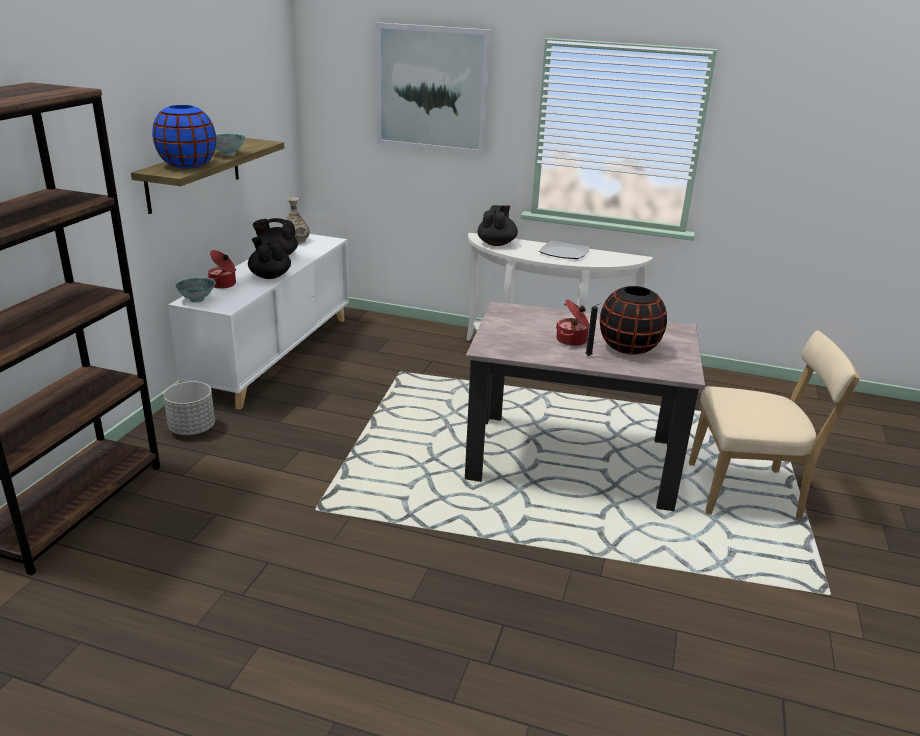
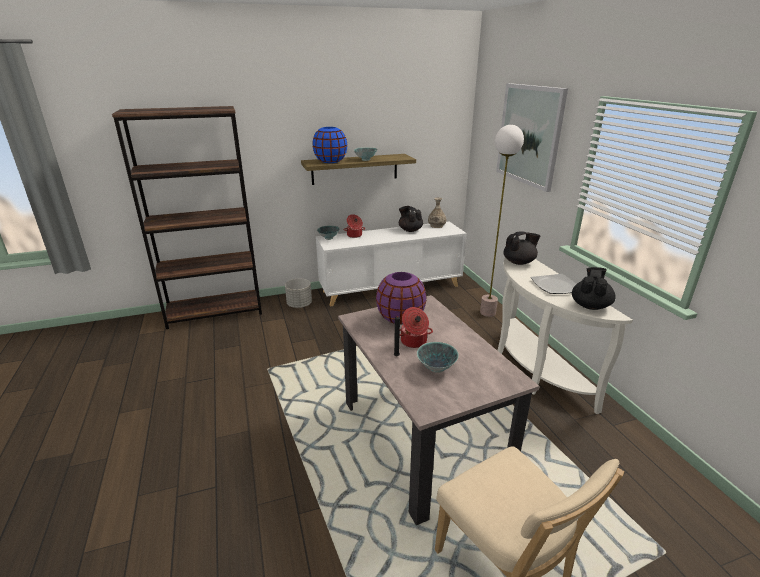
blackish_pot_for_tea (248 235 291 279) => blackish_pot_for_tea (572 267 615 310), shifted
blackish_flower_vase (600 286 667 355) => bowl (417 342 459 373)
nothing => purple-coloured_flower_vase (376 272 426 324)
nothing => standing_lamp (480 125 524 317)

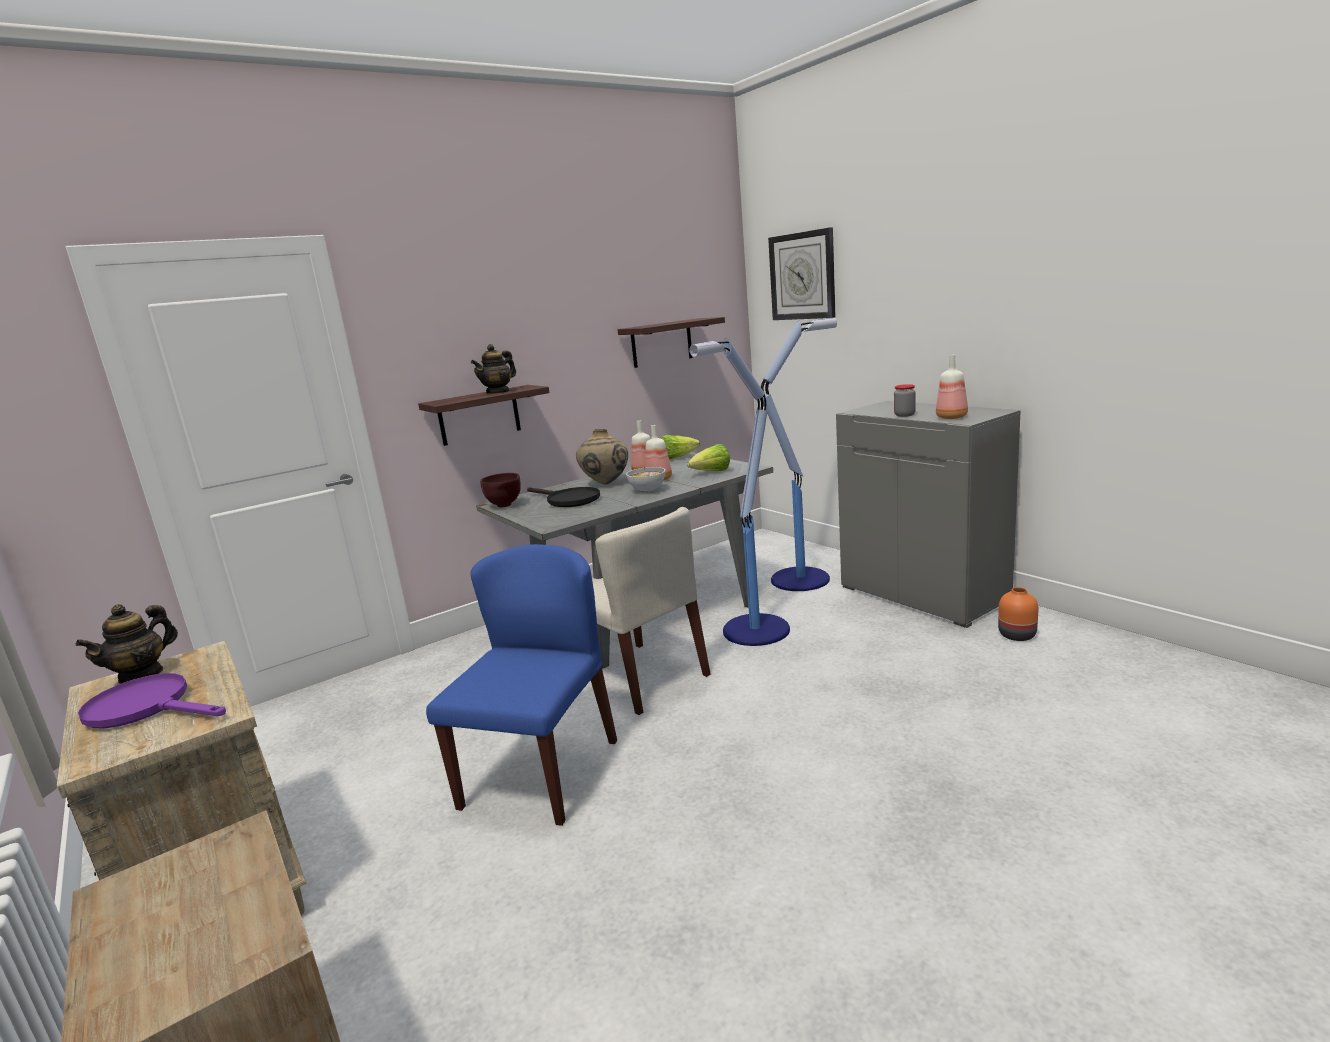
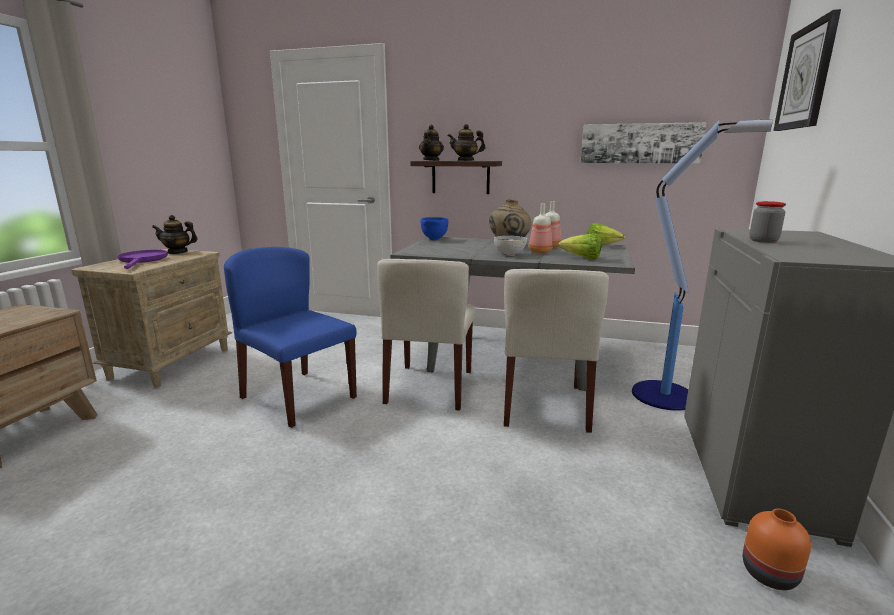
blue-coloured_chair (426 544 617 826) => blue-coloured_chair (224 247 357 428), 120 degrees counterclockwise
brownish_bowl (480 473 521 507) => blue-coloured_bowl (421 217 448 240)
blackish_skillet (527 487 600 507) => nothing
wall_shelf (618 317 725 368) => wall_picture (581 122 707 164)
standing_lamp (689 337 790 646) => sand-coloured_chair (504 269 609 433)
bottle (936 355 968 419) => nothing
nothing => pot_for_tea (419 125 444 161)

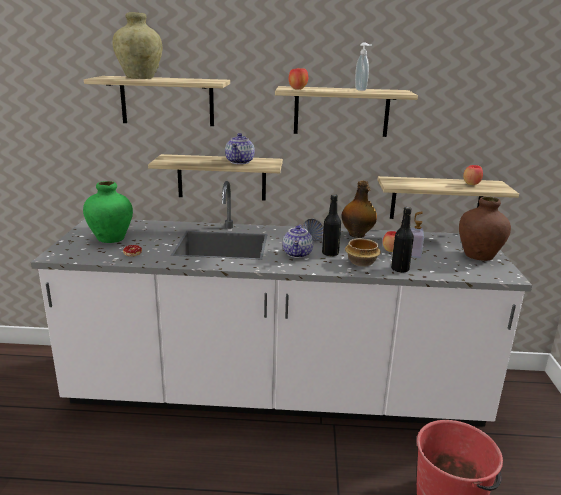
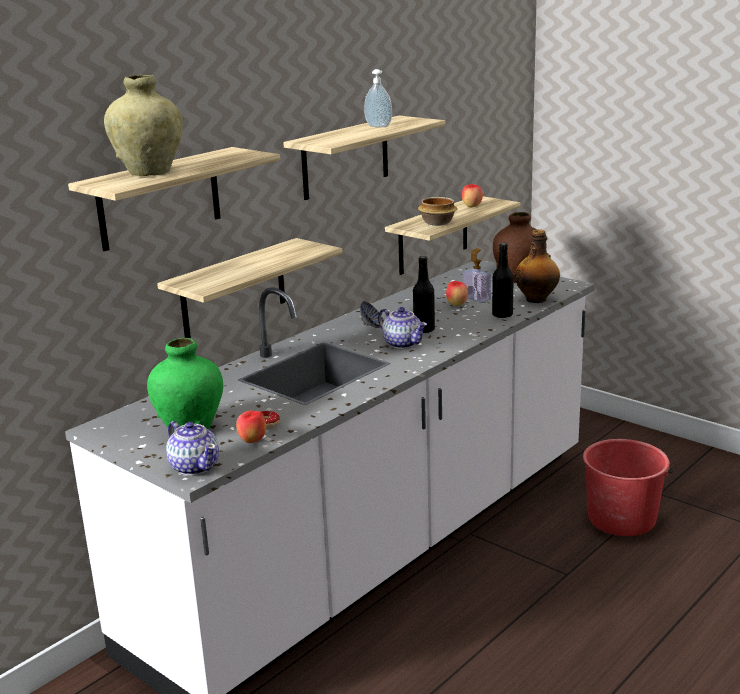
pot_for_tea (225 133 255 164) => pot_for_tea (166 421 219 476), shifted
apple_fruit (289 68 308 90) => apple_fruit (236 410 266 443), shifted
bottle (341 181 377 238) => bottle (515 229 560 303), shifted
bowl (345 238 381 267) => bowl (418 197 457 226), shifted

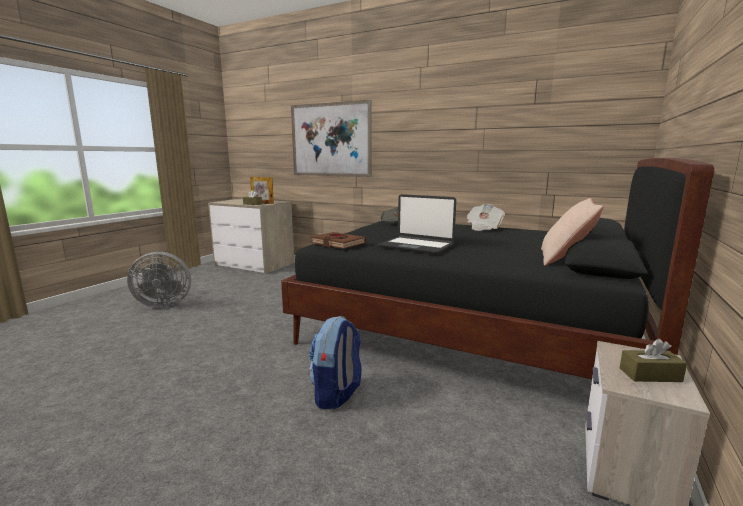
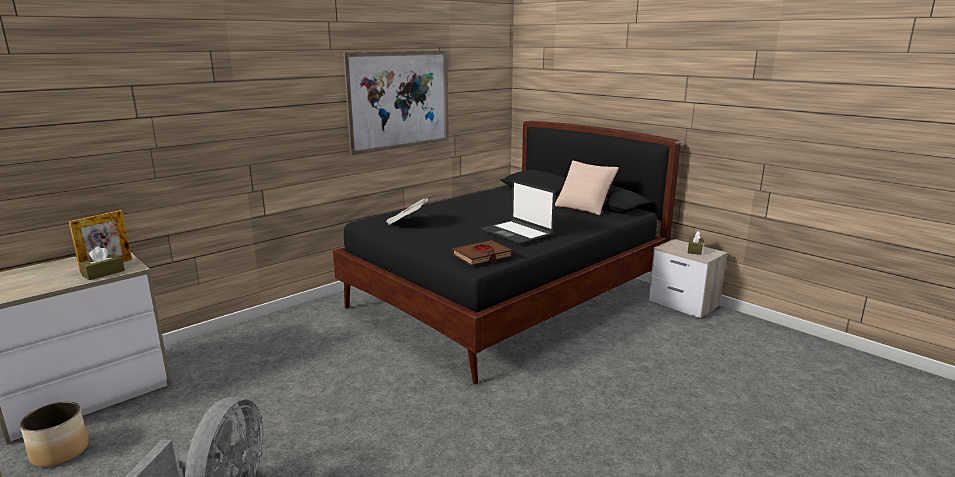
wall_picture (291 100 372 177) => wall_picture (343 51 449 155), shifted
knapsack (309 316 361 409) => nothing
notebook_computer (378 194 456 255) => notebook_computer (481 180 555 245), 90 degrees clockwise
printed_paper (467 204 505 231) => nothing
nothing => planter (20 401 89 467)

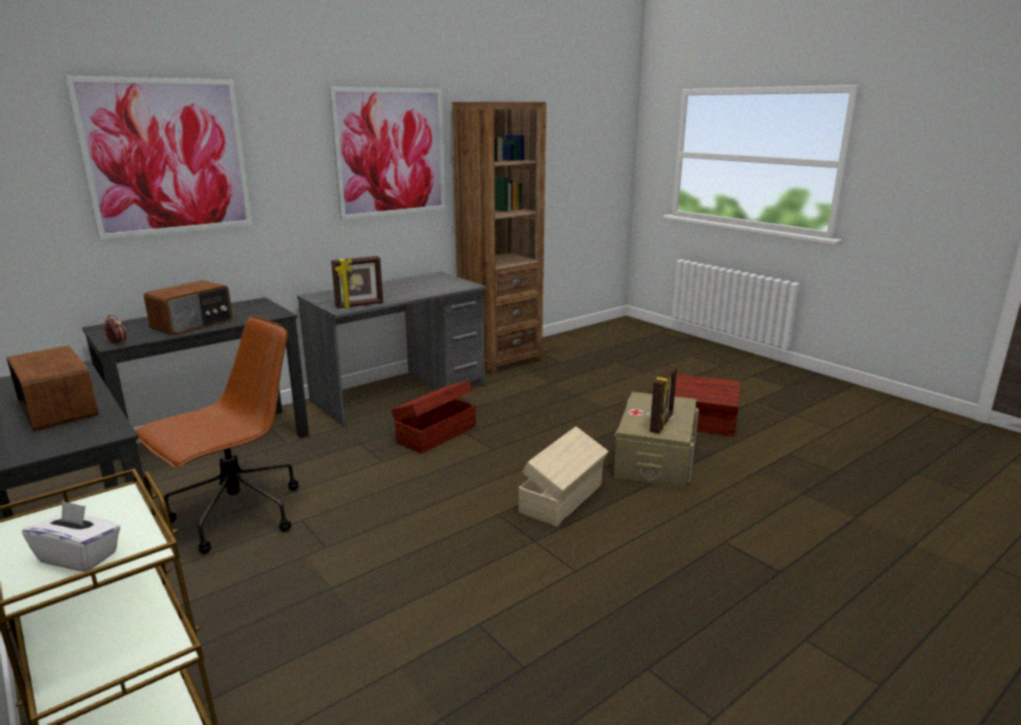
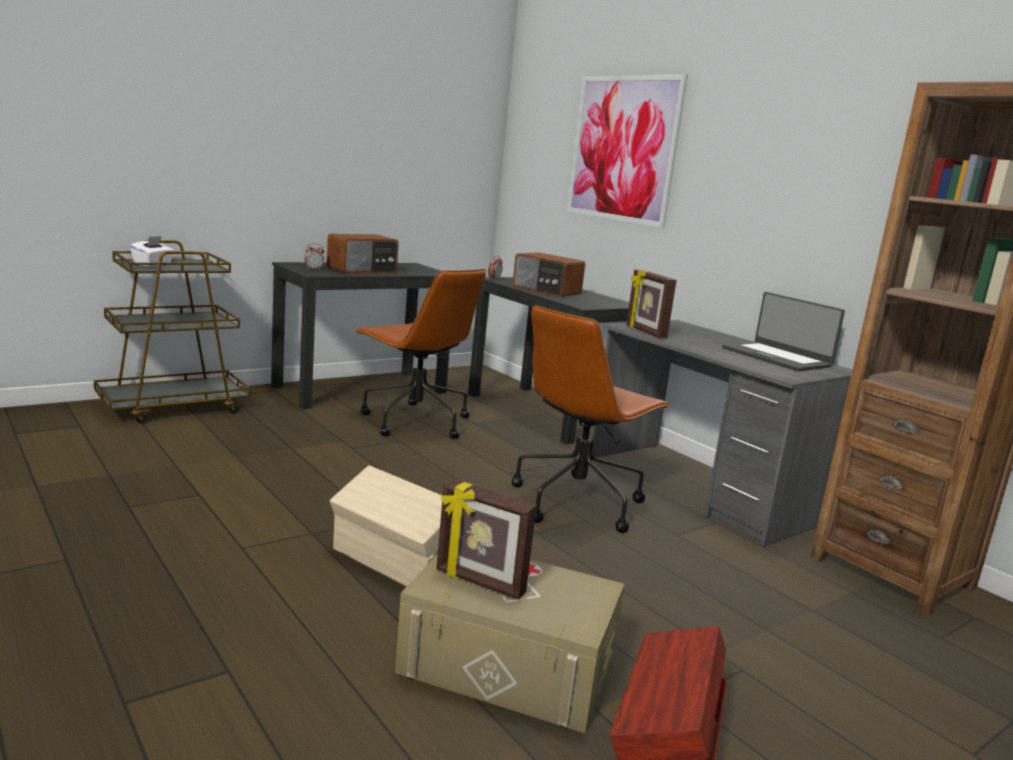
wall_picture (329 87 446 220) => nothing
brownish_storage_bin (391 380 476 454) => brownish_desk_chair (512 305 671 533)
nothing => table_clock (305 243 324 270)
nothing => notebook_computer (722 292 845 371)

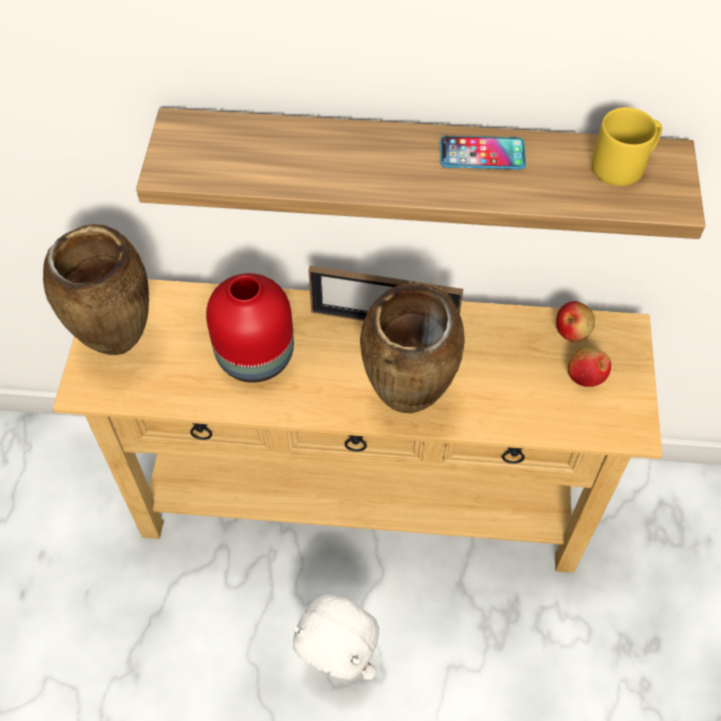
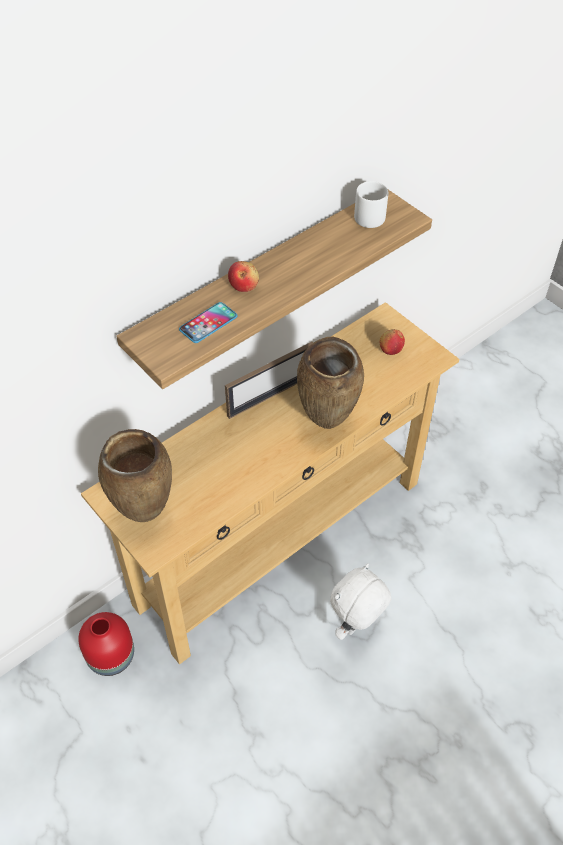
reddish_flower_vase (206 273 294 383) => reddish_flower_vase (78 612 134 676), shifted
white_cuddly_toy (293 594 379 680) => white_cuddly_toy (330 563 391 640), 150 degrees clockwise
handset (440 136 526 169) => handset (179 302 238 343), shifted
apple_fruit (556 301 595 342) => apple_fruit (228 261 259 292), shifted
yellowish_tea_mug (591 107 662 186) => white_tea_mug (354 181 388 228)

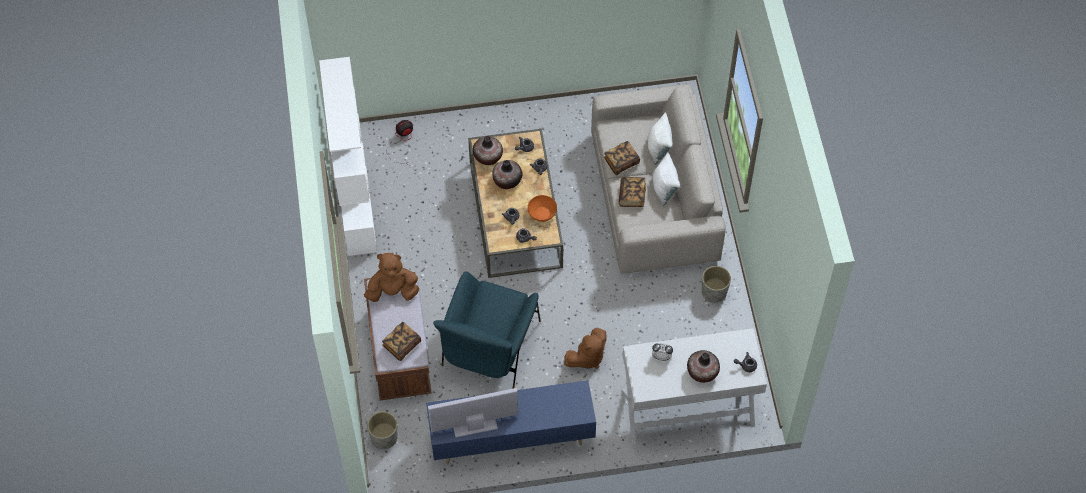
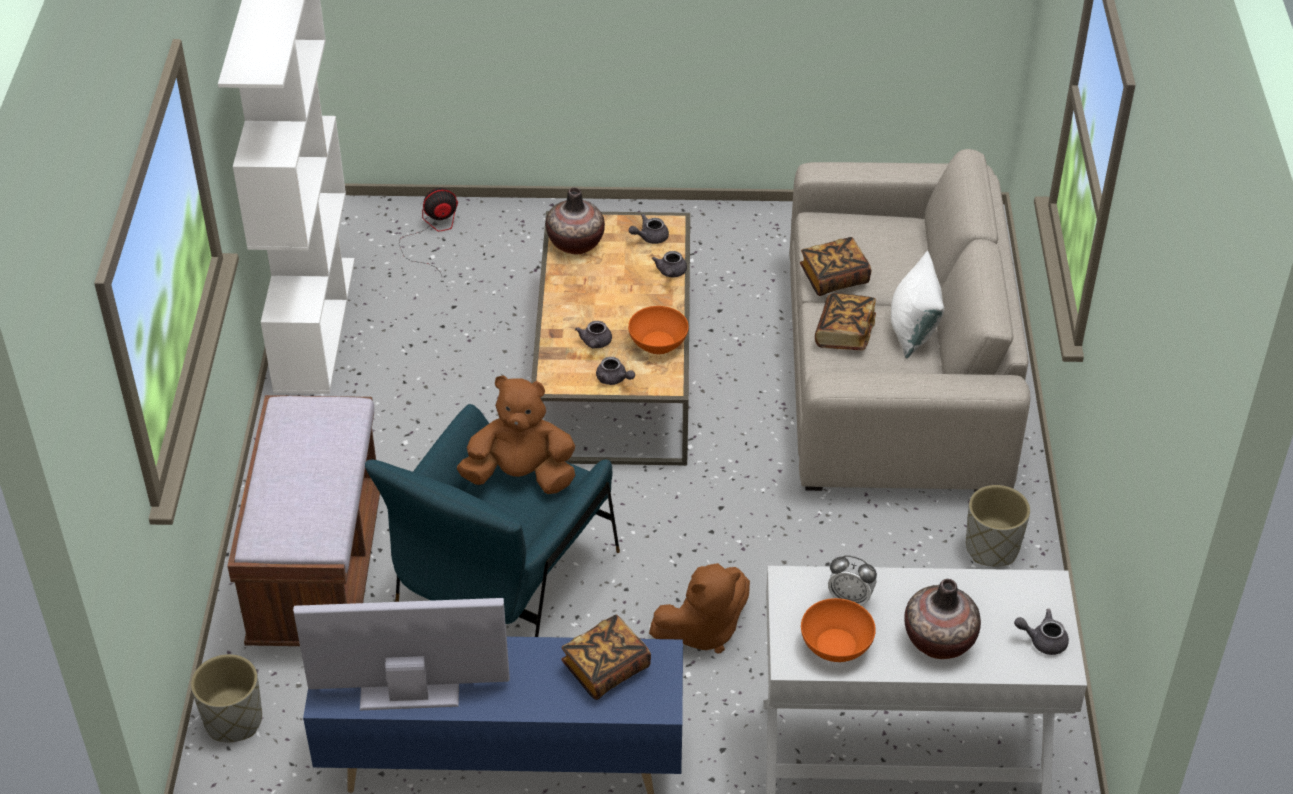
brownish_cuddly_toy (364 253 419 302) => brownish_cuddly_toy (457 375 575 494), shifted
volume (382 322 421 361) => volume (561 615 651 700), shifted
flower_vase (492 160 522 189) => nothing
white_throw_pillow (648 112 673 165) => nothing
nothing => orange_bowl (801 598 876 662)

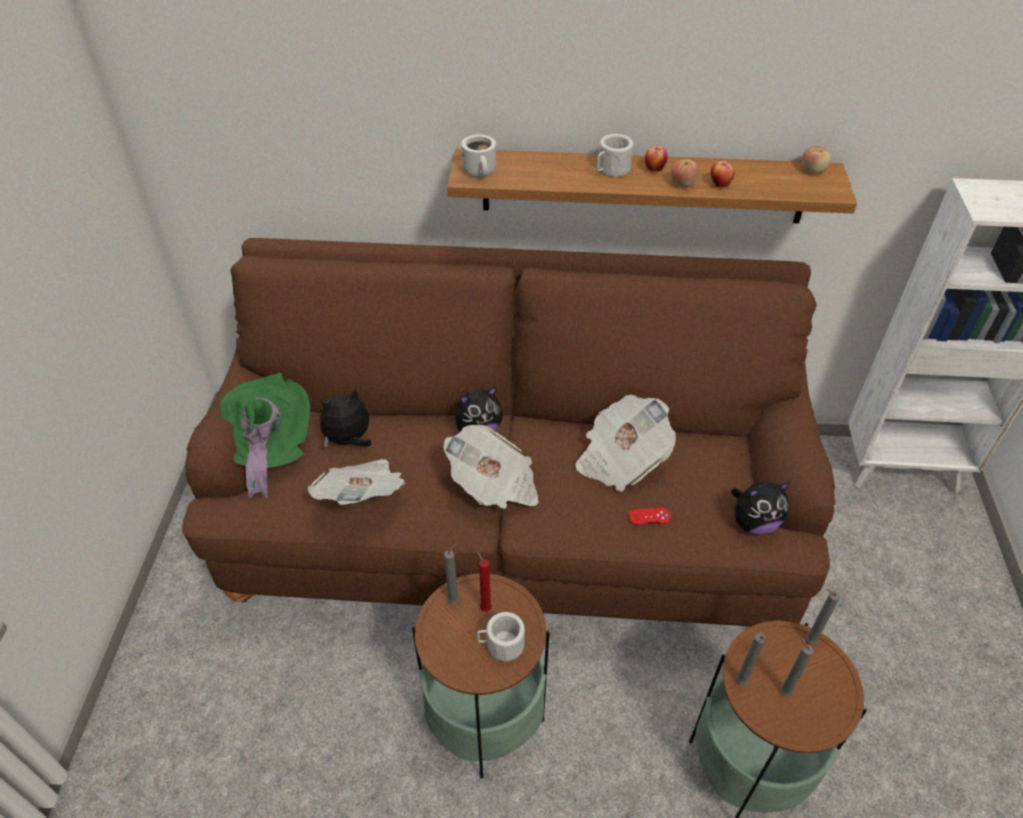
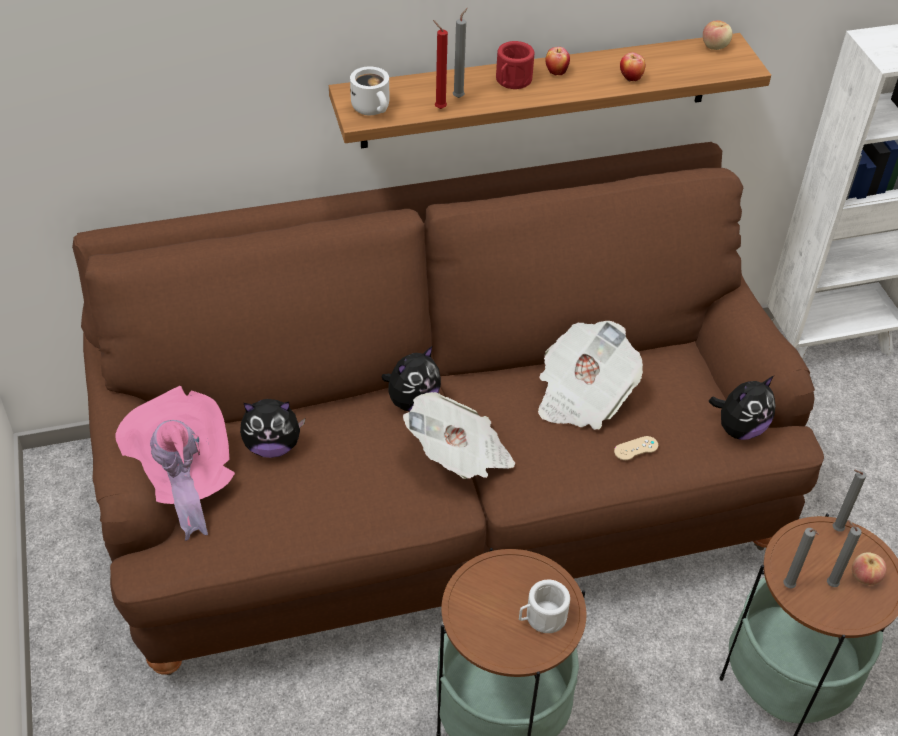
greenish_hat (220 373 310 499) => pinkish_hat (115 386 235 541)
printed_paper (308 459 406 505) => nothing
cuddly_toy (320 388 372 448) => cuddly_toy (240 399 305 458), 135 degrees counterclockwise
greyish_wax_light (444 543 459 603) => greyish_wax_light (453 8 468 98), shifted
reddish_wax_light (477 551 492 612) => reddish_wax_light (433 20 448 109), shifted
white_tea_mug (597 134 633 177) => reddish_tea_mug (496 41 535 89)
reddish_gamepad (629 508 671 525) => sand-coloured_gamepad (614 436 658 460)
apple_fruit (670 159 699 187) => apple_fruit (852 552 887 585), shifted

